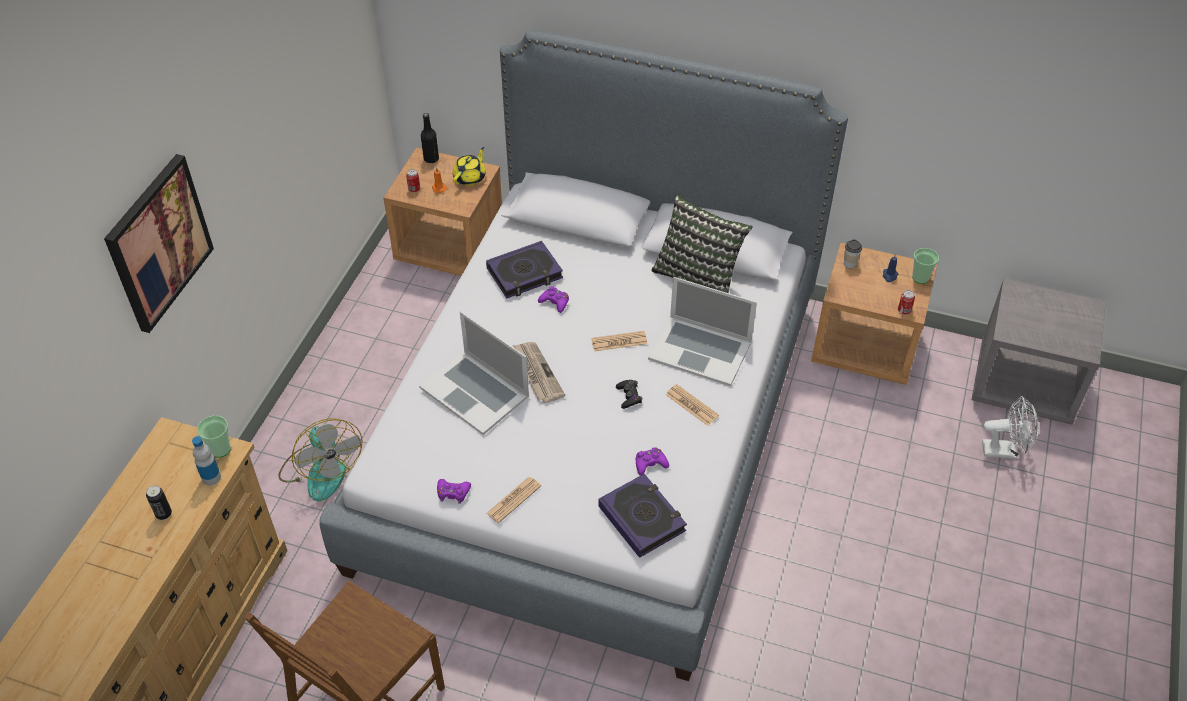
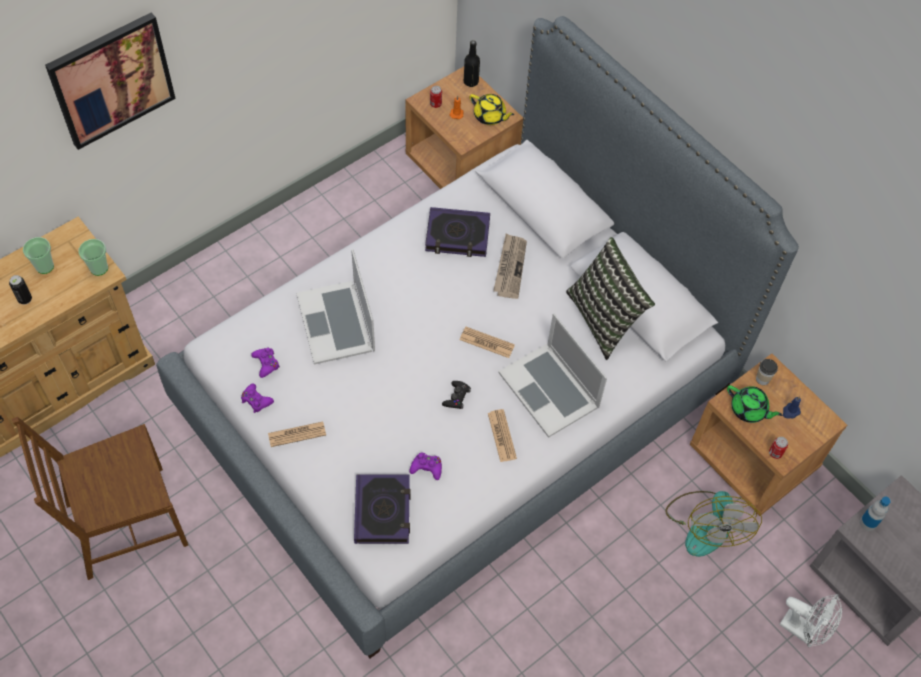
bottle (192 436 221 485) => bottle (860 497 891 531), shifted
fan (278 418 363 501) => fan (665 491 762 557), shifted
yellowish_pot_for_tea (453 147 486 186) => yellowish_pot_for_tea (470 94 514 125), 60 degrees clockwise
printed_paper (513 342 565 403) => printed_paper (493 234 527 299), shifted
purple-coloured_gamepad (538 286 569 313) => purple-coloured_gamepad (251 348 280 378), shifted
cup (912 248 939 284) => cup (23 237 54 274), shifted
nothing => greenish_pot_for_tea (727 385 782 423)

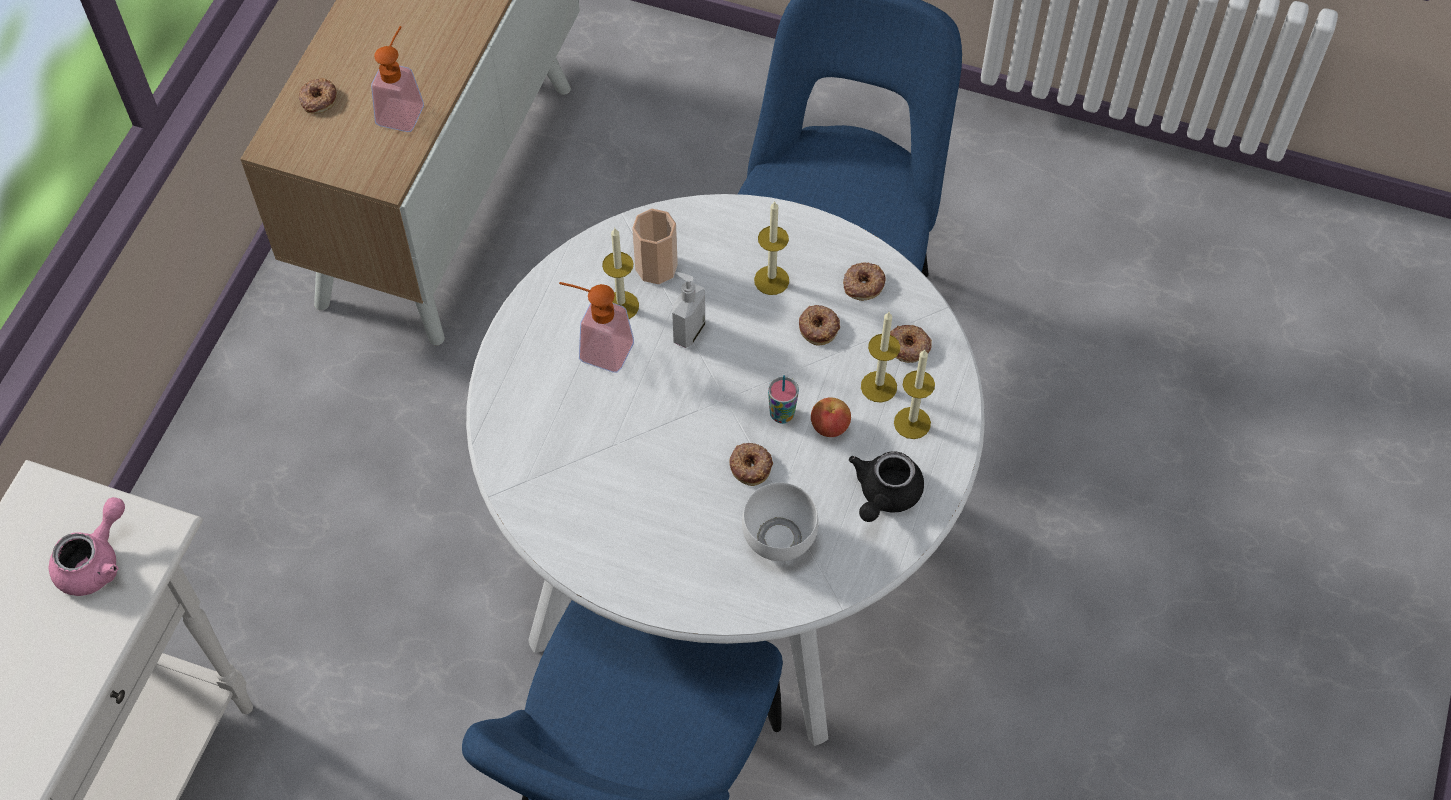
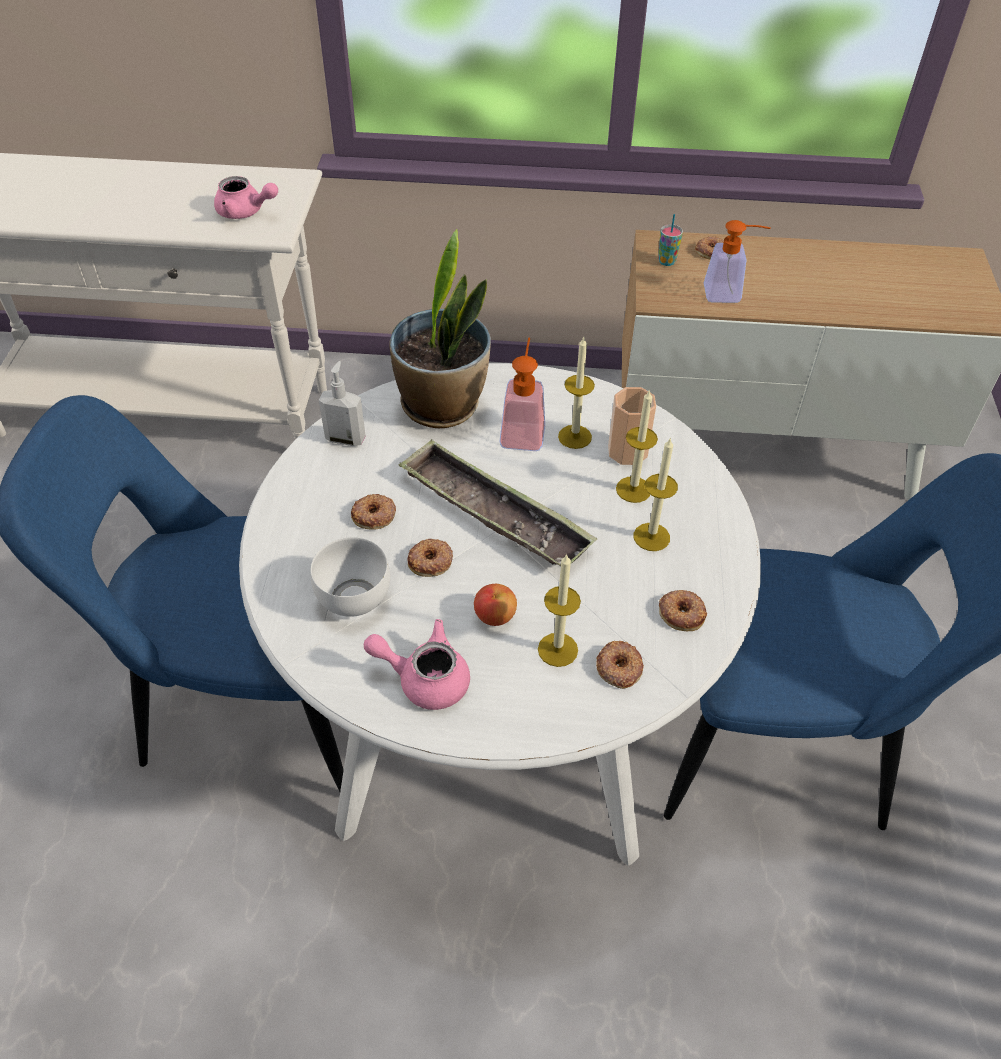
soap_dispenser (672 272 705 348) => soap_dispenser (319 361 366 446), shifted
cup (768 375 799 424) => cup (658 214 683 266), shifted
ring_doughnut (799 305 840 346) => ring_doughnut (351 494 396 530), shifted
blackish_pot_for_tea (849 451 924 522) => pinkish_pot_for_tea (364 619 470 710)
wax_light (894 349 935 439) => wax_light (616 389 658 503), shifted
nothing => houseplant (389 229 491 428)
nothing => carrying_tray (398 439 597 567)

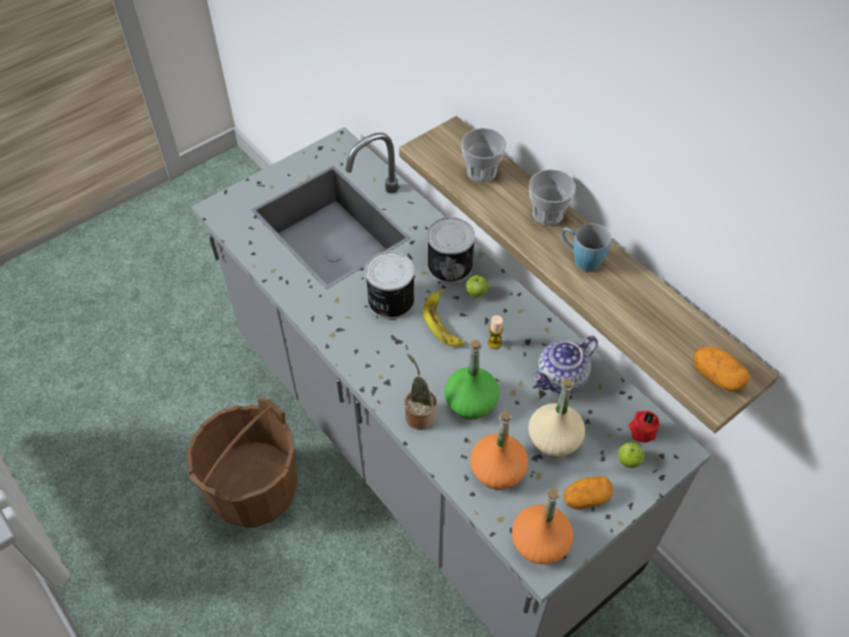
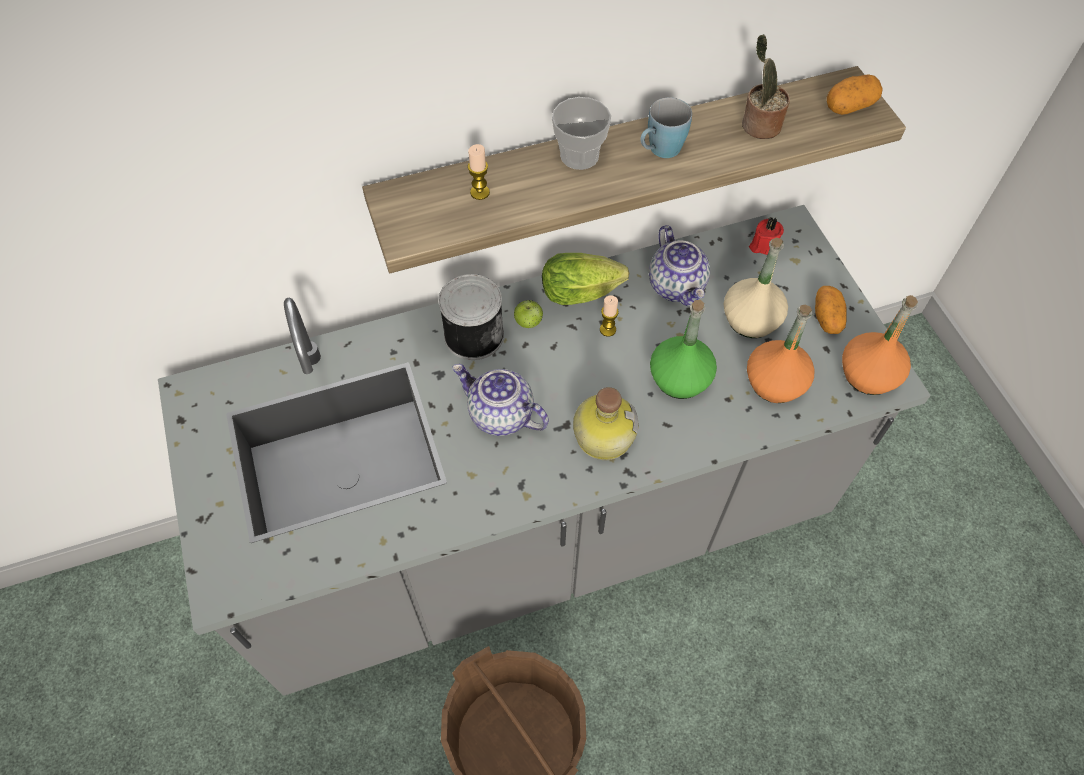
sealed_can (365 251 415 319) => pot_for_tea (452 364 549 436)
houseplant (404 354 437 430) => houseplant (742 34 790 139), shifted
banana (423 289 465 346) => nothing
cup (461 128 506 183) => wax_light (468 144 490 200)
apple_fruit (618 442 645 468) => nothing
nothing => lettuce (542 253 629 305)
nothing => bottle (573 387 639 460)

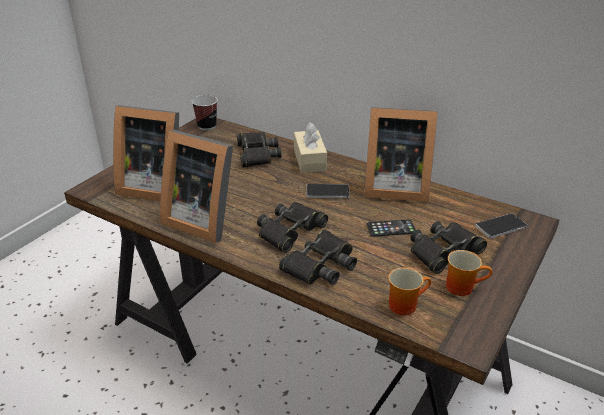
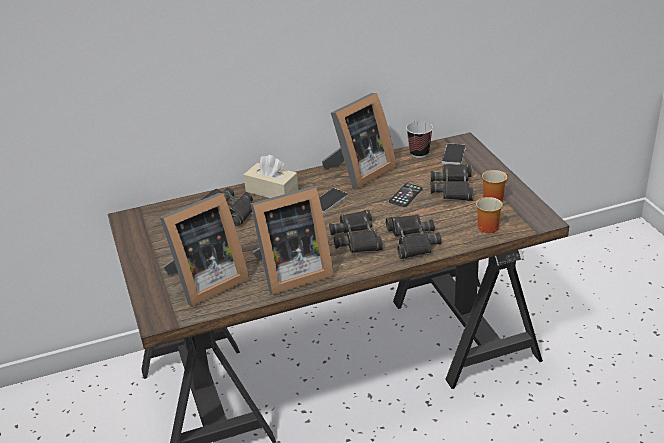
cup (192 95 218 130) => cup (406 121 433 158), shifted

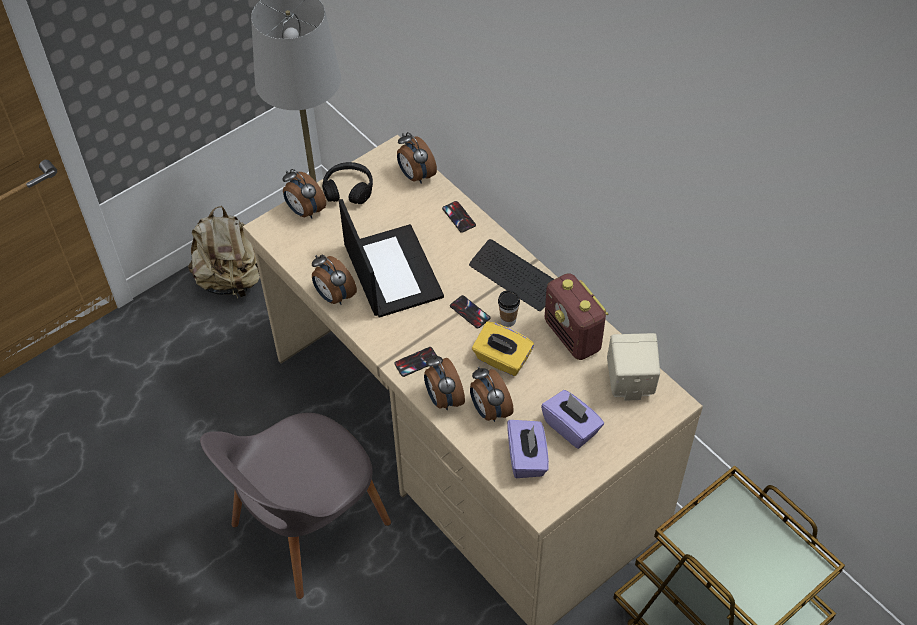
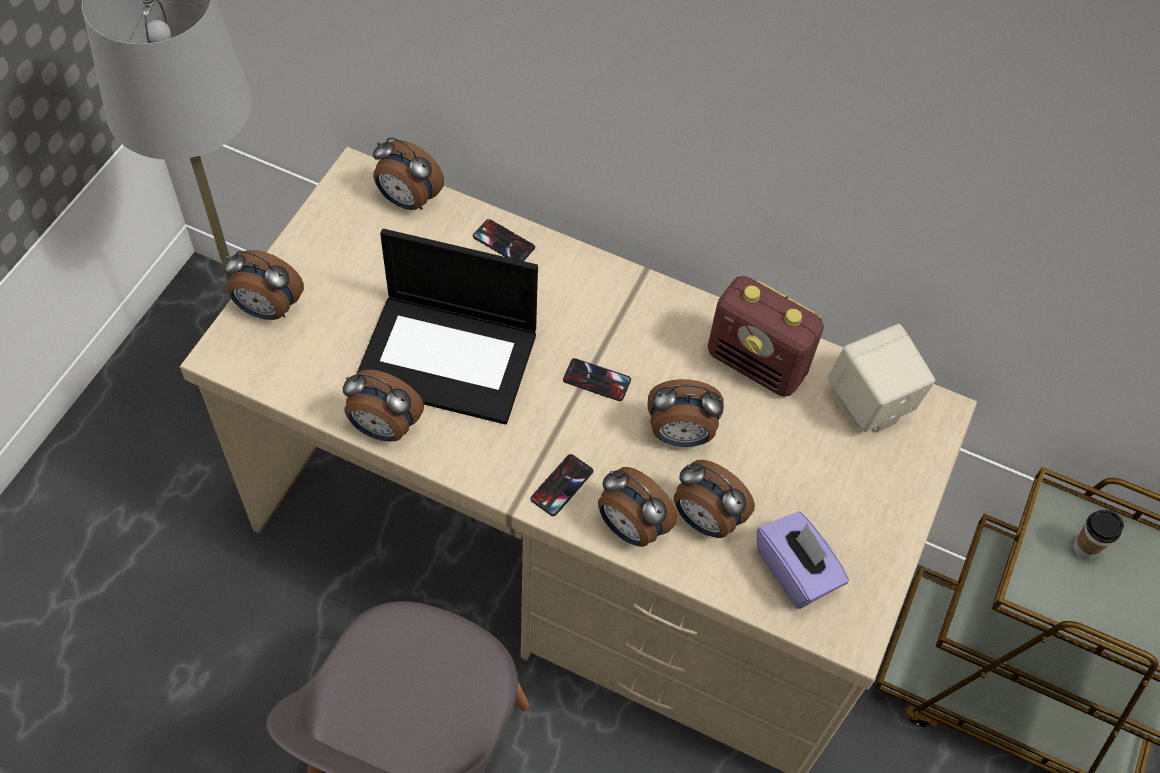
sand-coloured_knapsack (188 206 260 299) => nothing
blackish_pair_of_headphones (322 162 373 204) => nothing
notebook_computer (339 199 444 318) => notebook_computer (357 229 538 424), 150 degrees clockwise
PC_keyboard (469 239 554 311) => nothing
yellowish_box_of_tissues (472 321 534 376) => table_clock (648 379 724 447)
cup (498 290 520 327) => cup (1073 510 1124 560), shifted
purple-coloured_box_of_tissues (541 390 604 449) => nothing

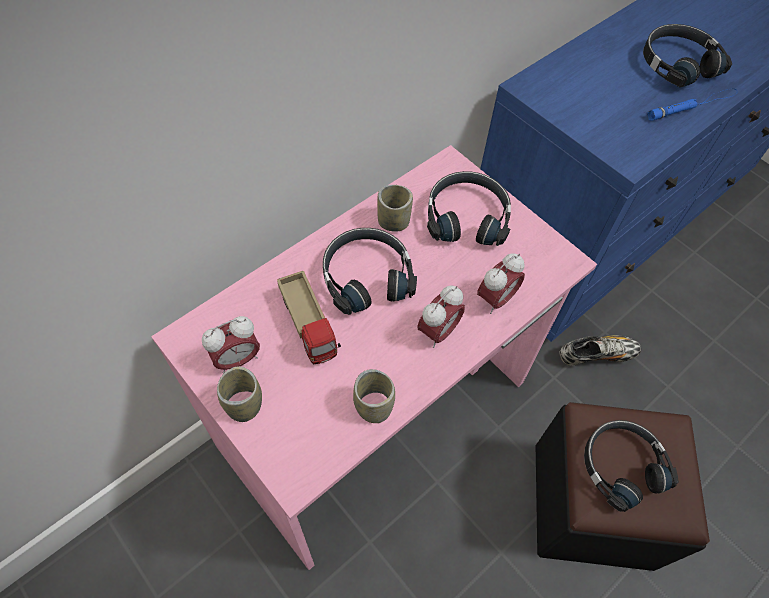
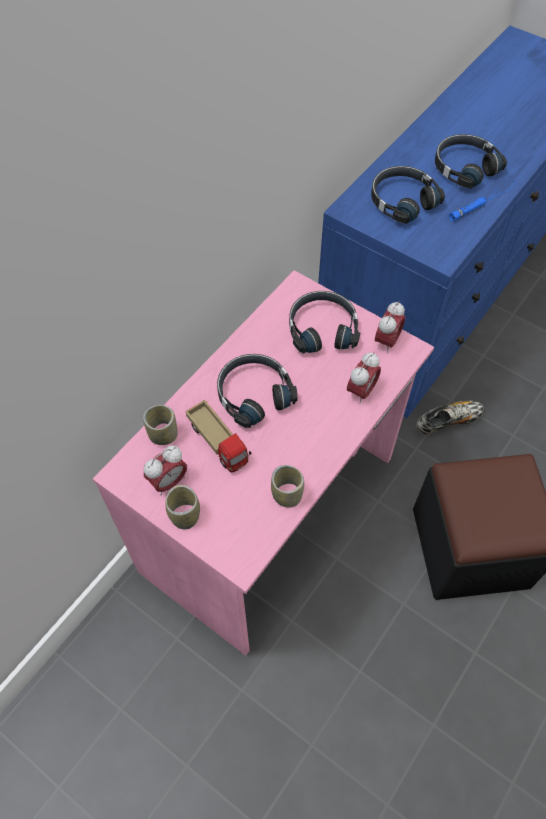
cup (377 185 413 232) => cup (143 405 178 445), shifted
table_clock (417 286 465 348) => table_clock (375 301 406 353), shifted
blackish_pair_of_headphones (584 420 679 512) => blackish_pair_of_headphones (371 166 445 224), shifted

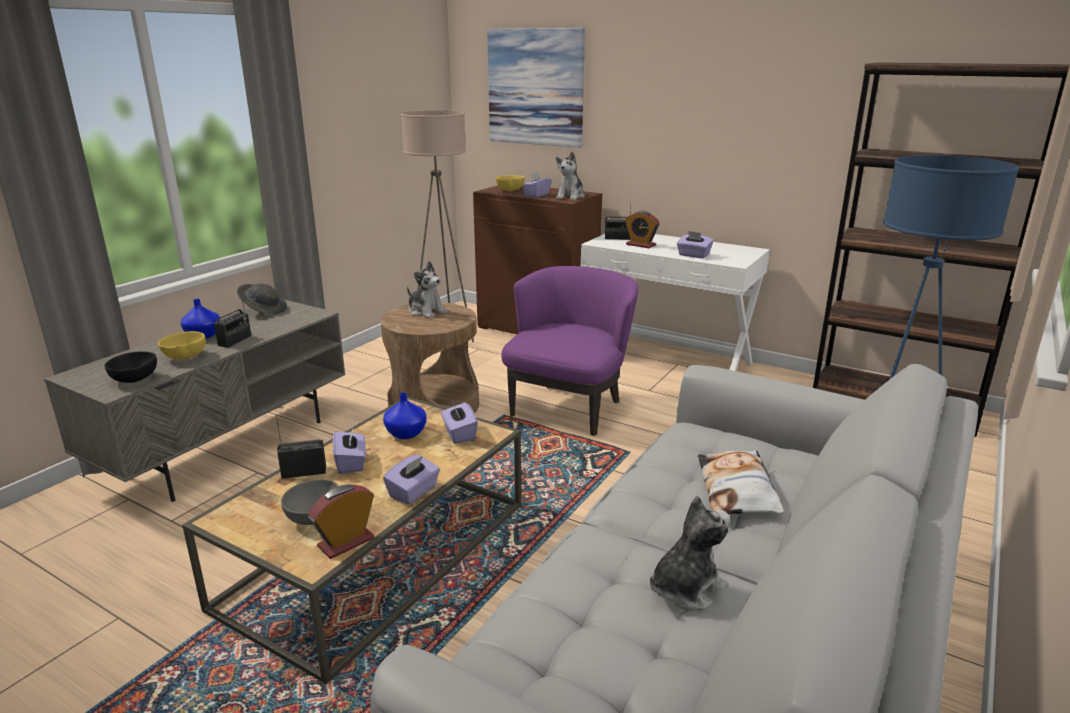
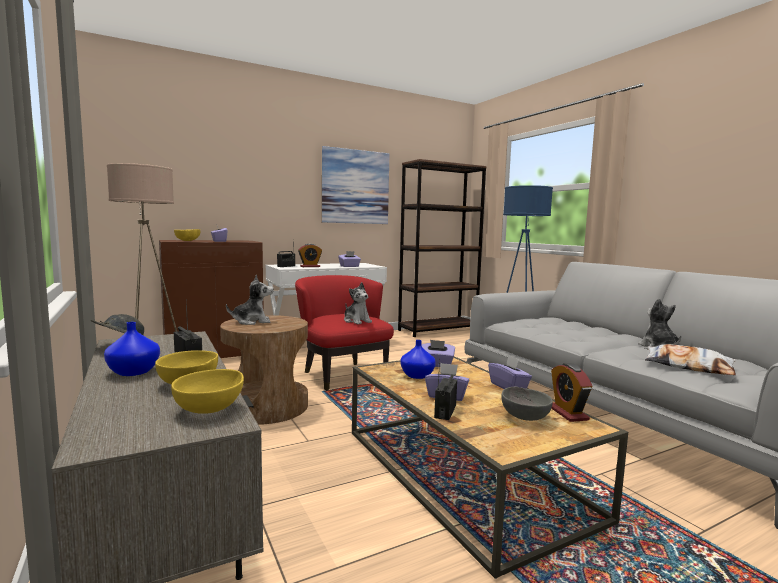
blackish_bowl (104 351 157 383) => yellowish_bowl (171 369 244 414)
wall_picture (487 28 585 148) => wall_picture (322 146 389 224), shifted
purple-coloured_easy_chair (501 266 638 436) => reddish_easy_chair (295 275 394 390)
cuddly_toy (556 152 585 200) => cuddly_toy (344 282 372 324), shifted
throw_pillow (698 450 784 514) => throw_pillow (645 344 736 375), shifted

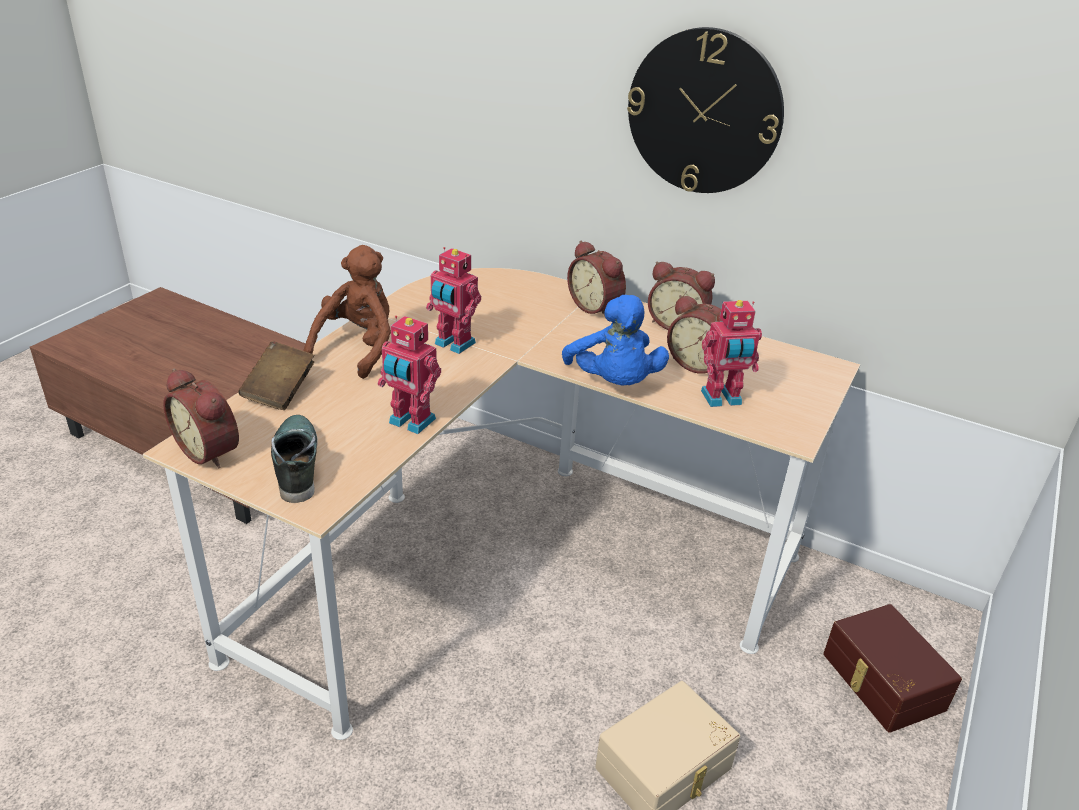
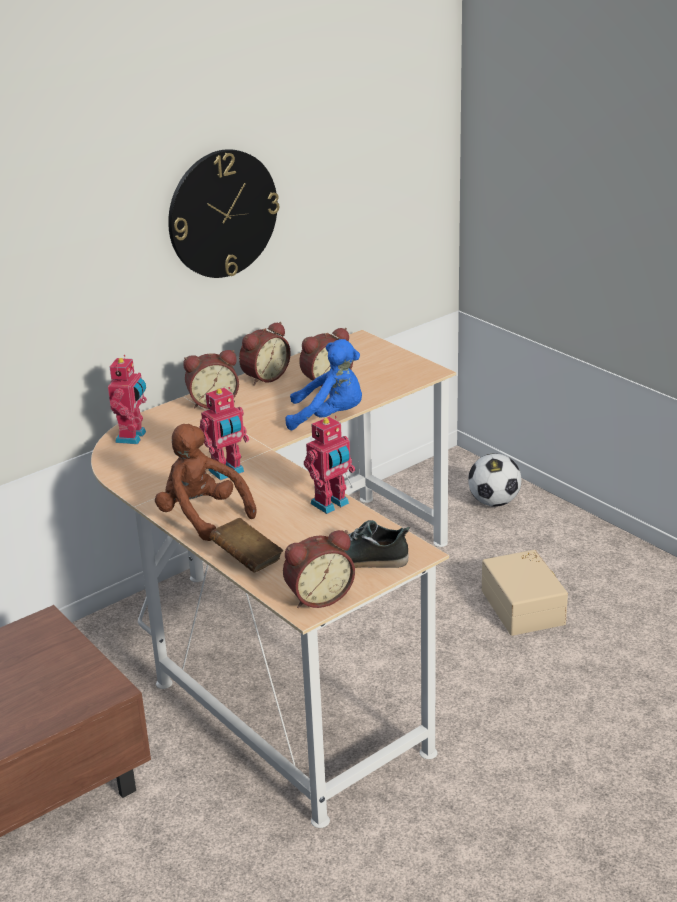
model_robot (701 300 762 407) => model_robot (108 355 147 444), shifted
brownish_storage_bin (823 604 962 733) => football_ball (468 453 521 507)

